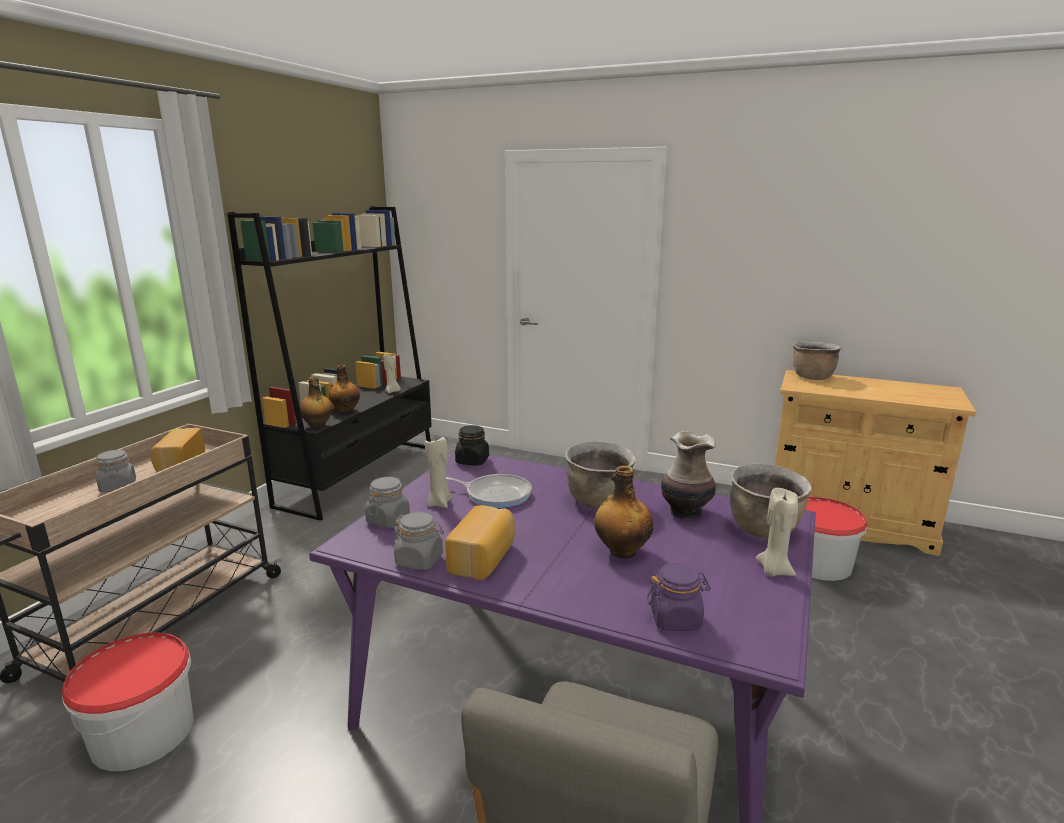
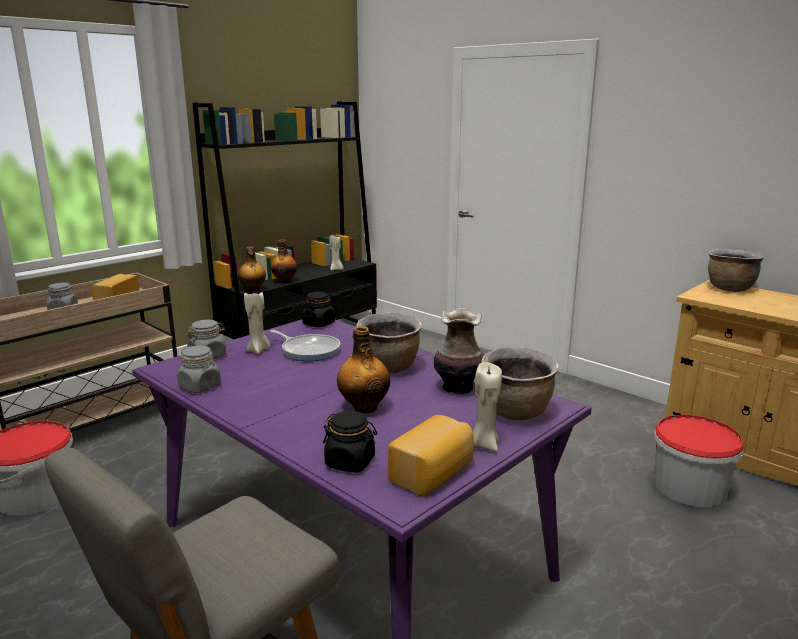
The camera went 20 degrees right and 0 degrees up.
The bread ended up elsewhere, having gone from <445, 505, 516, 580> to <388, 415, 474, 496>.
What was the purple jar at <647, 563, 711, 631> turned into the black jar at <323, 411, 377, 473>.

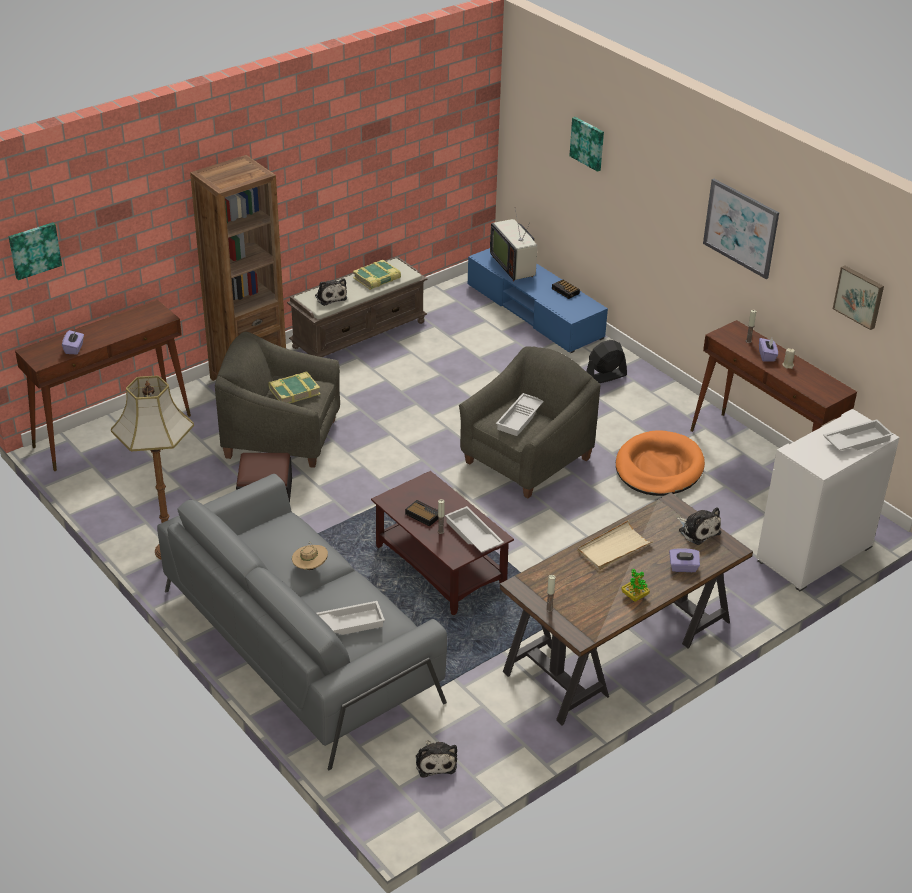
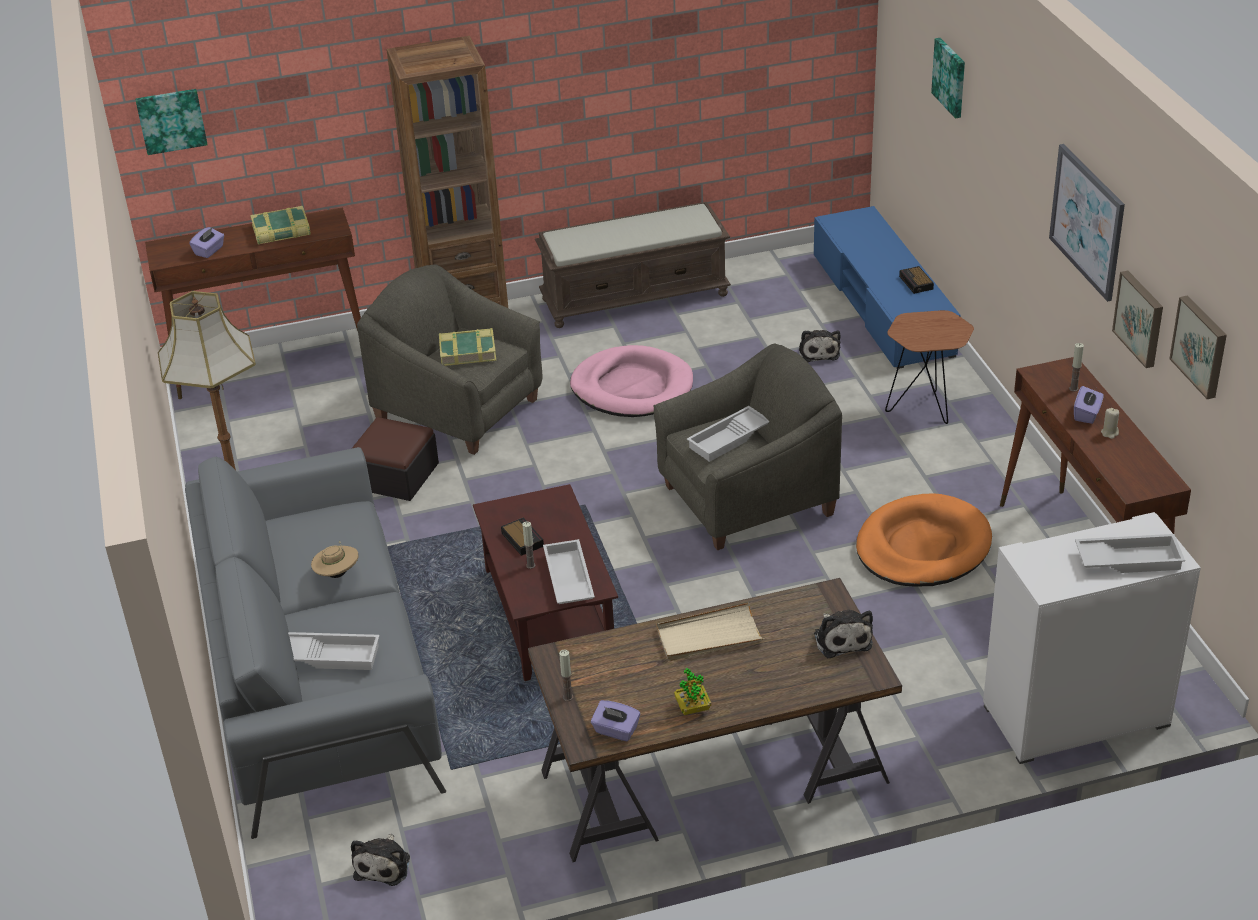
The camera went 25 degrees right and 0 degrees up.
The second view lost the television at <490, 209, 537, 281>.
The book ended up elsewhere, having gone from <353, 260, 401, 290> to <250, 206, 311, 244>.
The plush toy ended up elsewhere, having gone from <315, 278, 347, 306> to <799, 330, 841, 362>.
Where the black fan stood at <586, 340, 627, 384>, the brown side table came to stand at <885, 310, 974, 424>.
The purple tissue box ended up elsewhere, having gone from <669, 548, 700, 572> to <591, 700, 640, 741>.
The second view gained the picture at <1112, 271, 1163, 368>.
The second view gained the pink dog bed at <570, 345, 693, 417>.

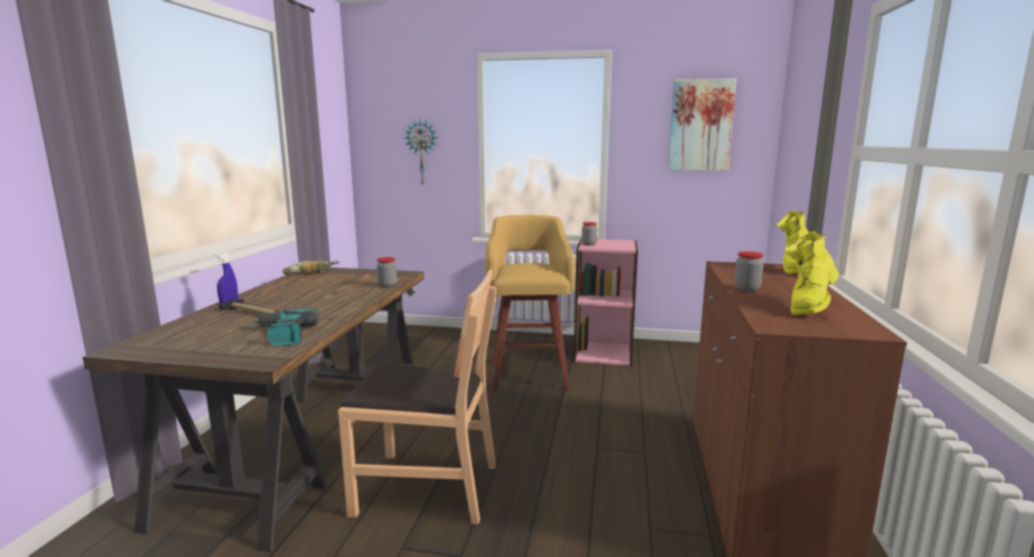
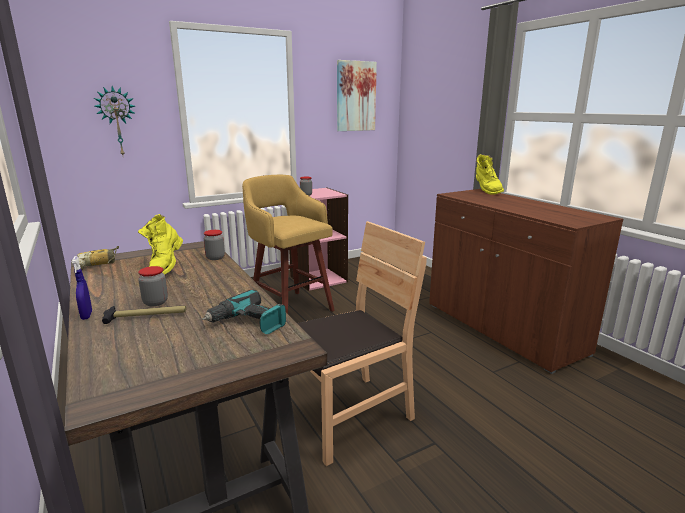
The camera went 40 degrees left and 5 degrees up.
The yellow boot ended up elsewhere, having gone from <785, 231, 839, 315> to <138, 214, 183, 274>.
The jar ended up elsewhere, having gone from <734, 251, 764, 291> to <138, 266, 168, 306>.

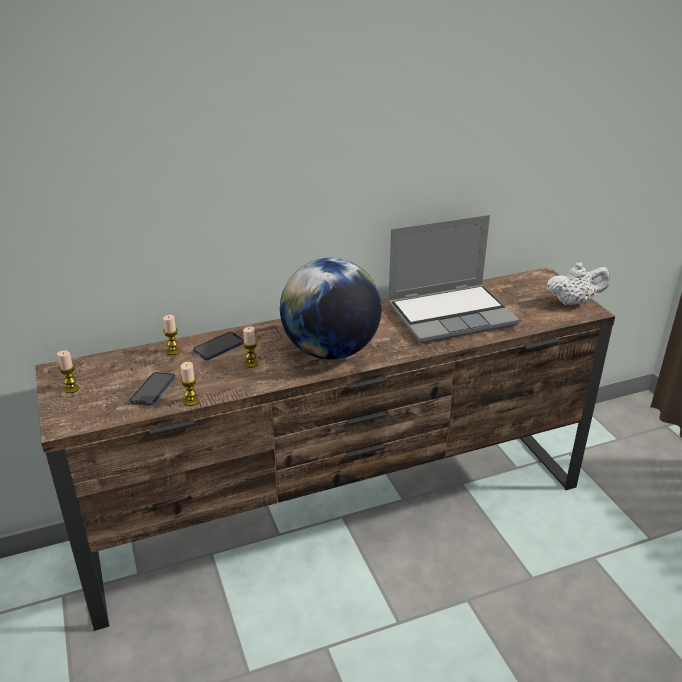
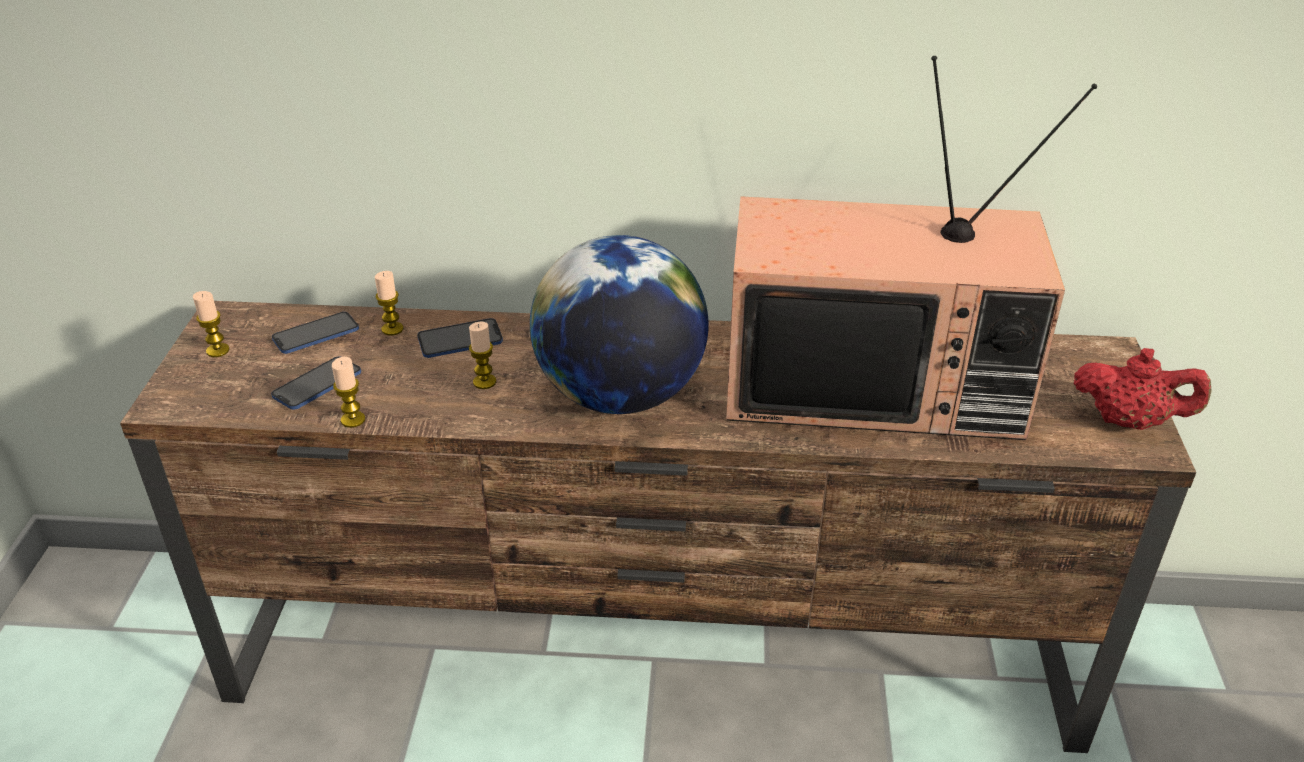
The camera went 25 degrees right and 5 degrees up.
Where the laptop stood at <388, 215, 520, 344>, the television came to stand at <726, 56, 1097, 440>.
What was the white teapot at <546, 262, 610, 306> turned into the red teapot at <1074, 348, 1212, 430>.
The second view gained the phone at <272, 312, 359, 354>.

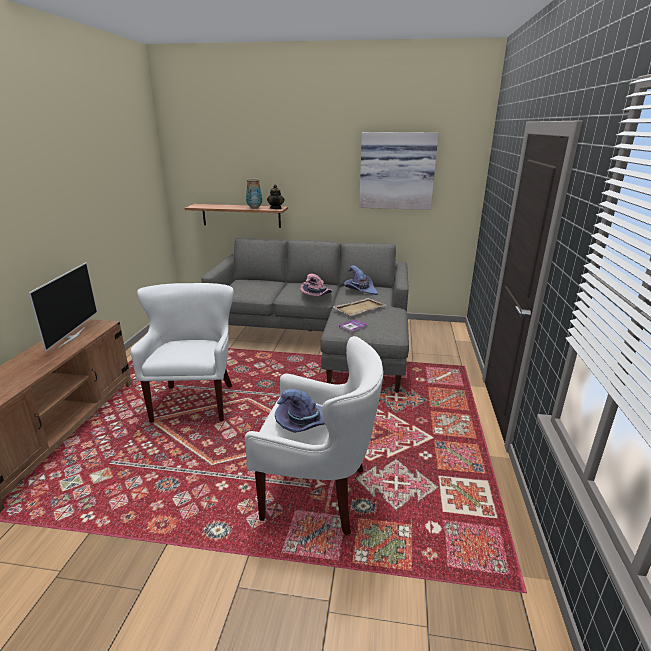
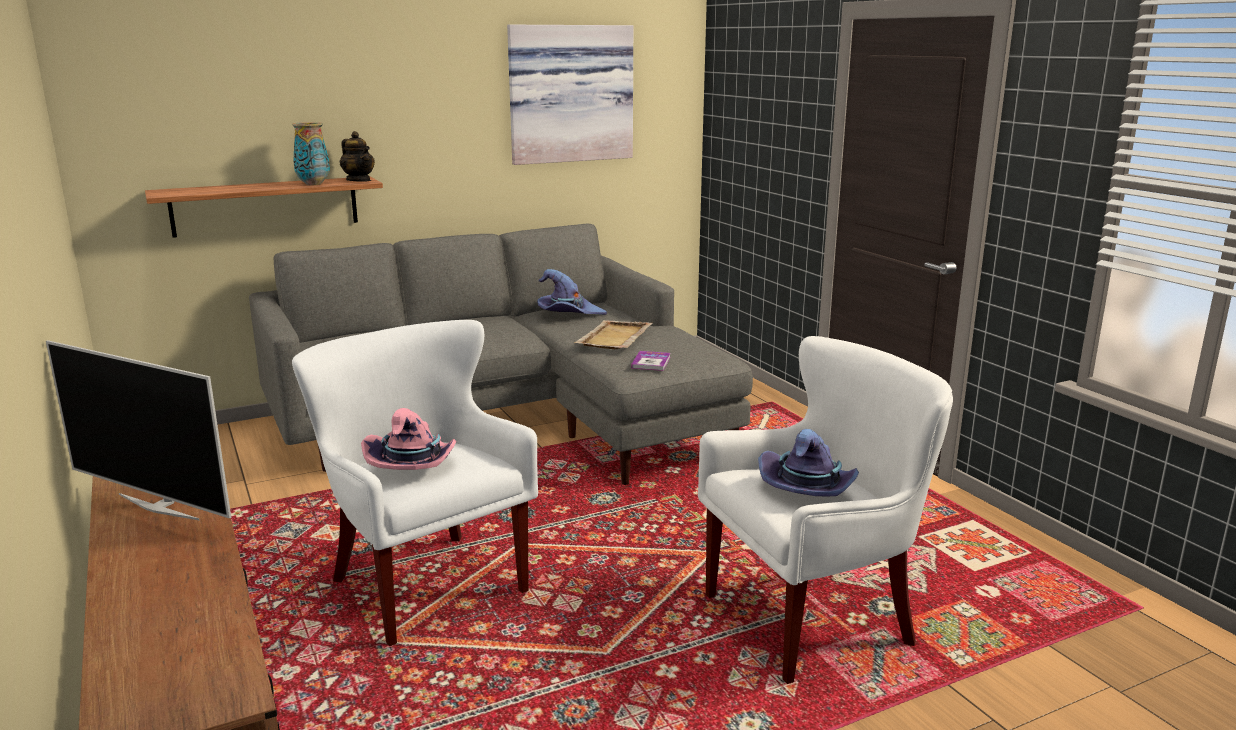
The camera went 35 degrees left and 5 degrees down.
The television at <28, 262, 98, 352> ended up facing another way, 150 degrees clockwise from before.
The pink hat ended up elsewhere, having gone from <300, 274, 332, 296> to <361, 408, 457, 470>.

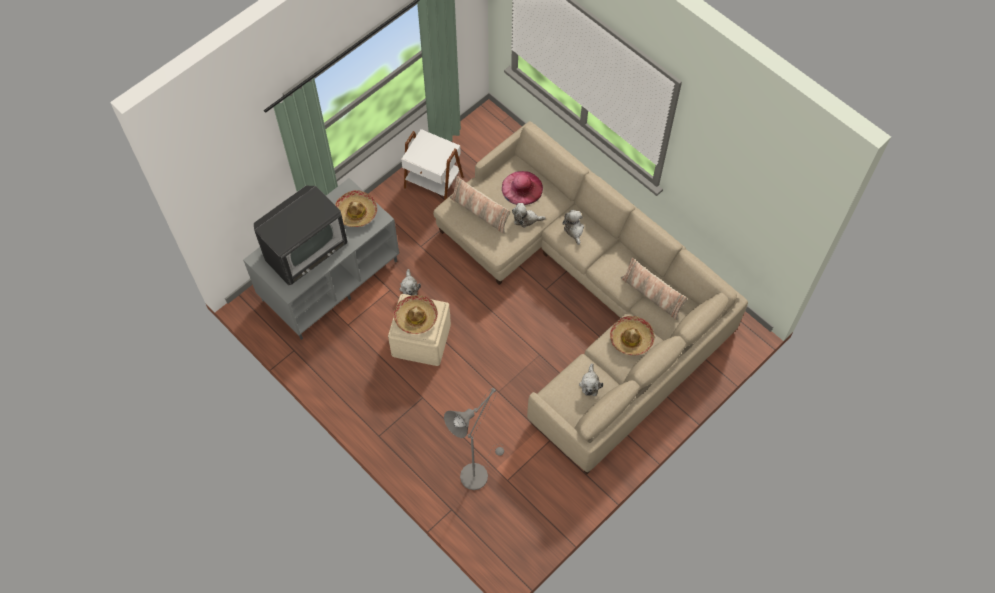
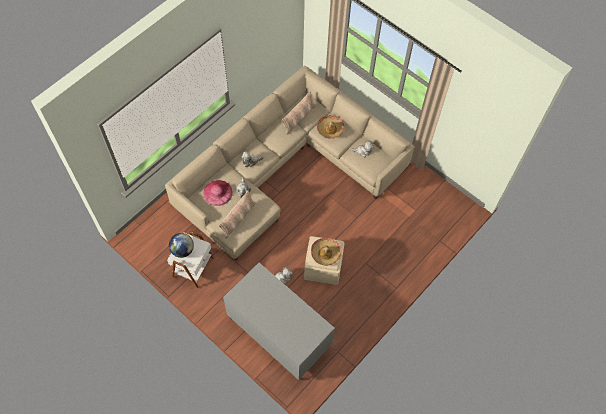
The camera went 95 degrees left and 0 degrees up.
The second view lost the television at <254, 186, 347, 286>.
The second view lost the hat at <335, 190, 377, 227>.
The second view lost the grey floor lamp at <444, 388, 504, 490>.
The second view gained the globe at <169, 233, 194, 258>.

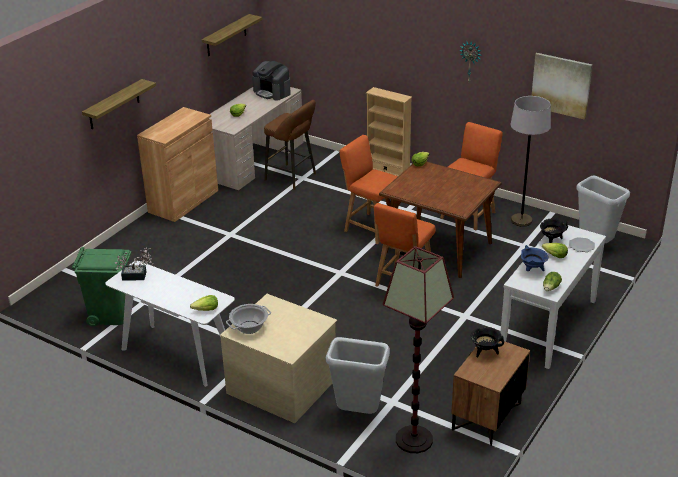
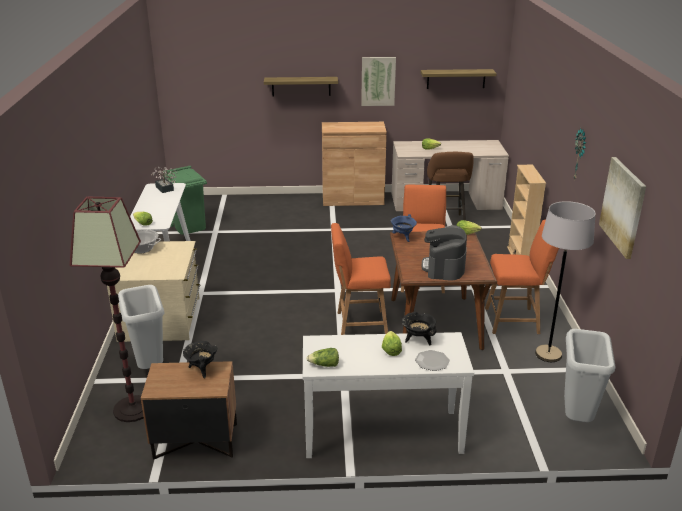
The camera went 55 degrees right and 5 degrees down.
The coffee machine ended up elsewhere, having gone from <252, 61, 291, 101> to <422, 225, 467, 280>.
The blue cooking pot ended up elsewhere, having gone from <521, 245, 549, 271> to <391, 214, 417, 242>.
The second view gained the picture at <361, 57, 396, 106>.

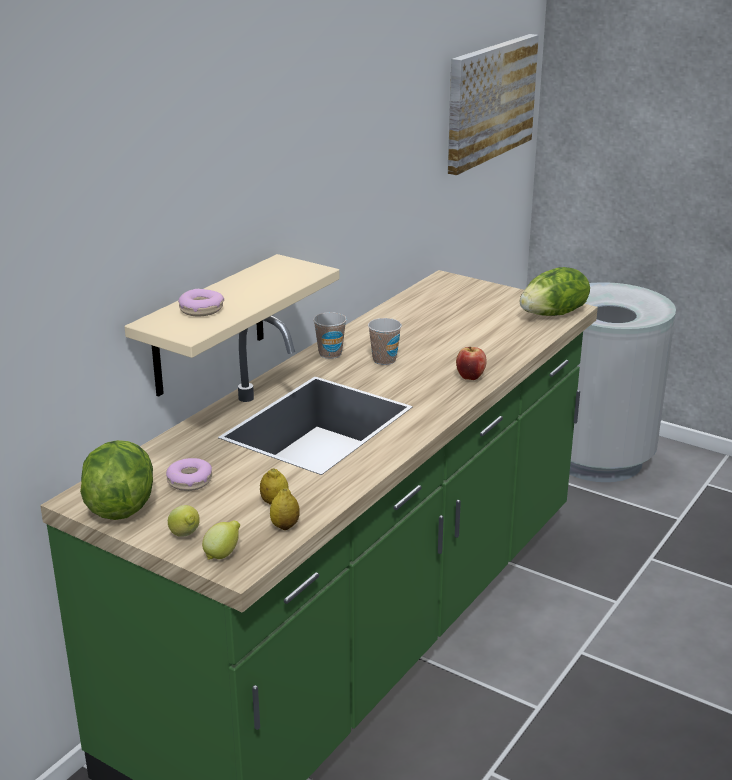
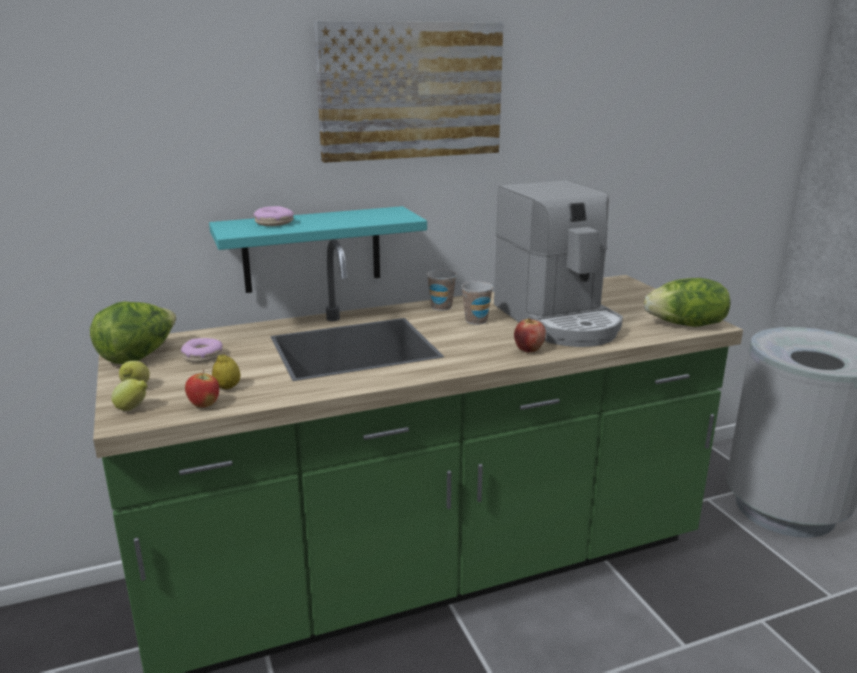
The camera went 35 degrees right and 5 degrees down.
The picture ended up elsewhere, having gone from <447, 34, 539, 175> to <314, 21, 504, 163>.
What was the beige shelf at <124, 254, 339, 397> turned into the turquoise shelf at <209, 206, 427, 293>.
Where the lemon stood at <270, 488, 300, 530>, the apple came to stand at <185, 370, 219, 408>.
The second view gained the coffee machine at <494, 180, 623, 347>.

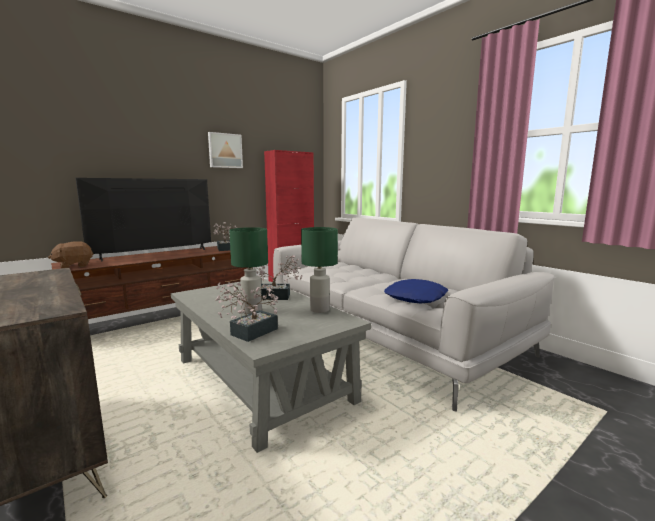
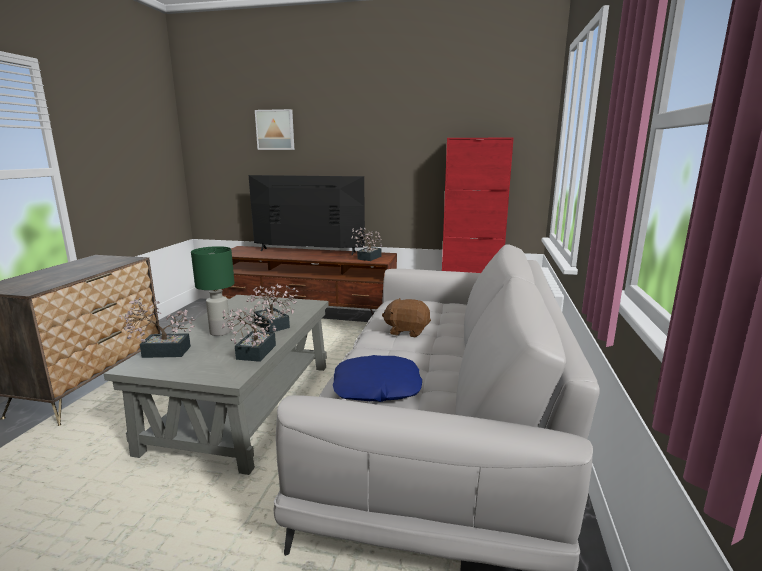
The camera went 50 degrees right and 5 degrees up.
The picture ended up elsewhere, having gone from <208, 132, 243, 168> to <255, 109, 294, 150>.
Where the green table lamp stood at <301, 227, 338, 313>, the potted plant came to stand at <222, 305, 276, 362>.
The brown plush toy ended up elsewhere, having gone from <48, 241, 94, 268> to <382, 298, 431, 337>.

